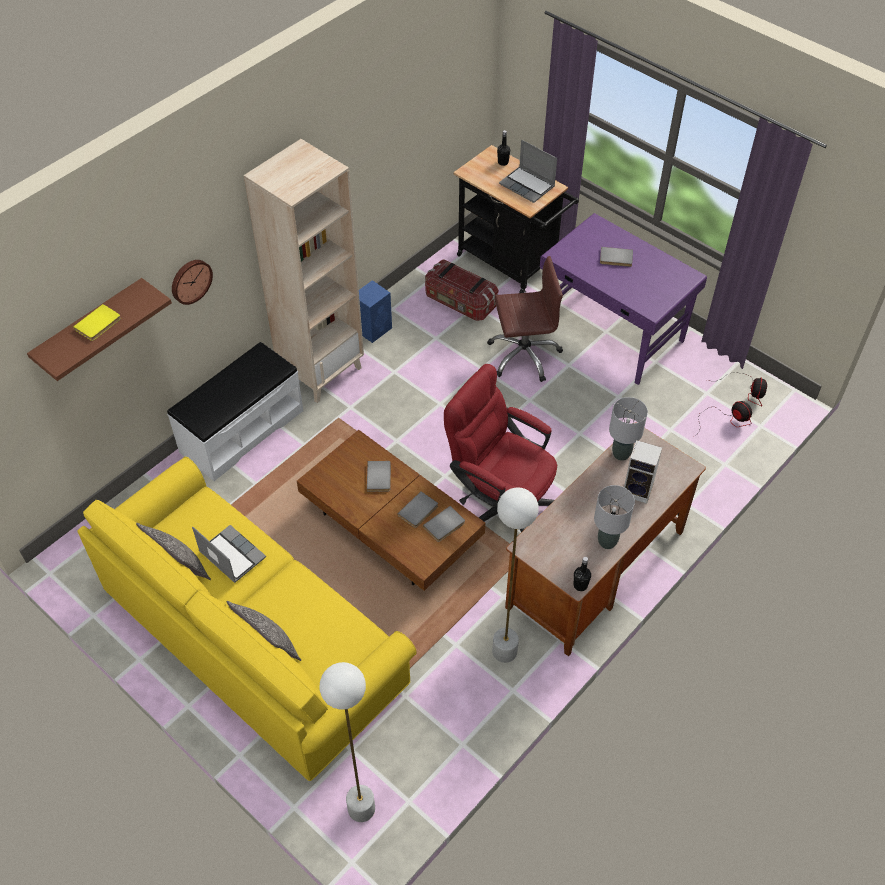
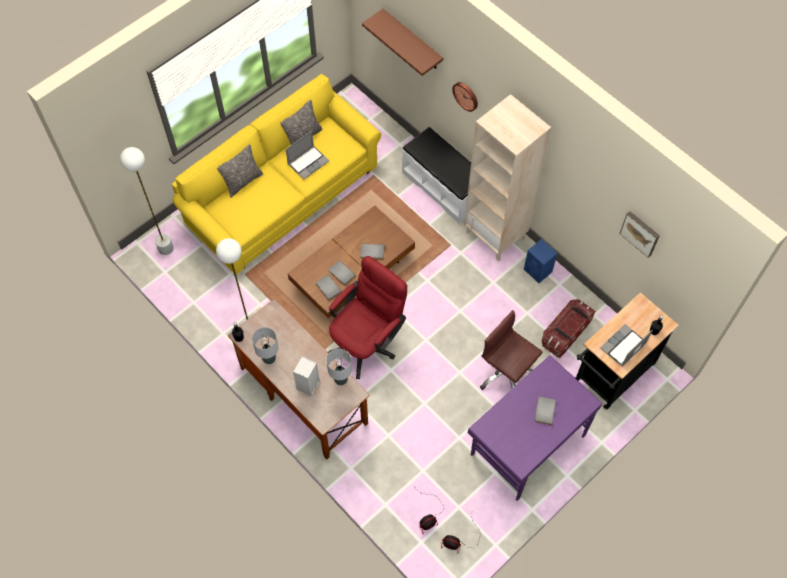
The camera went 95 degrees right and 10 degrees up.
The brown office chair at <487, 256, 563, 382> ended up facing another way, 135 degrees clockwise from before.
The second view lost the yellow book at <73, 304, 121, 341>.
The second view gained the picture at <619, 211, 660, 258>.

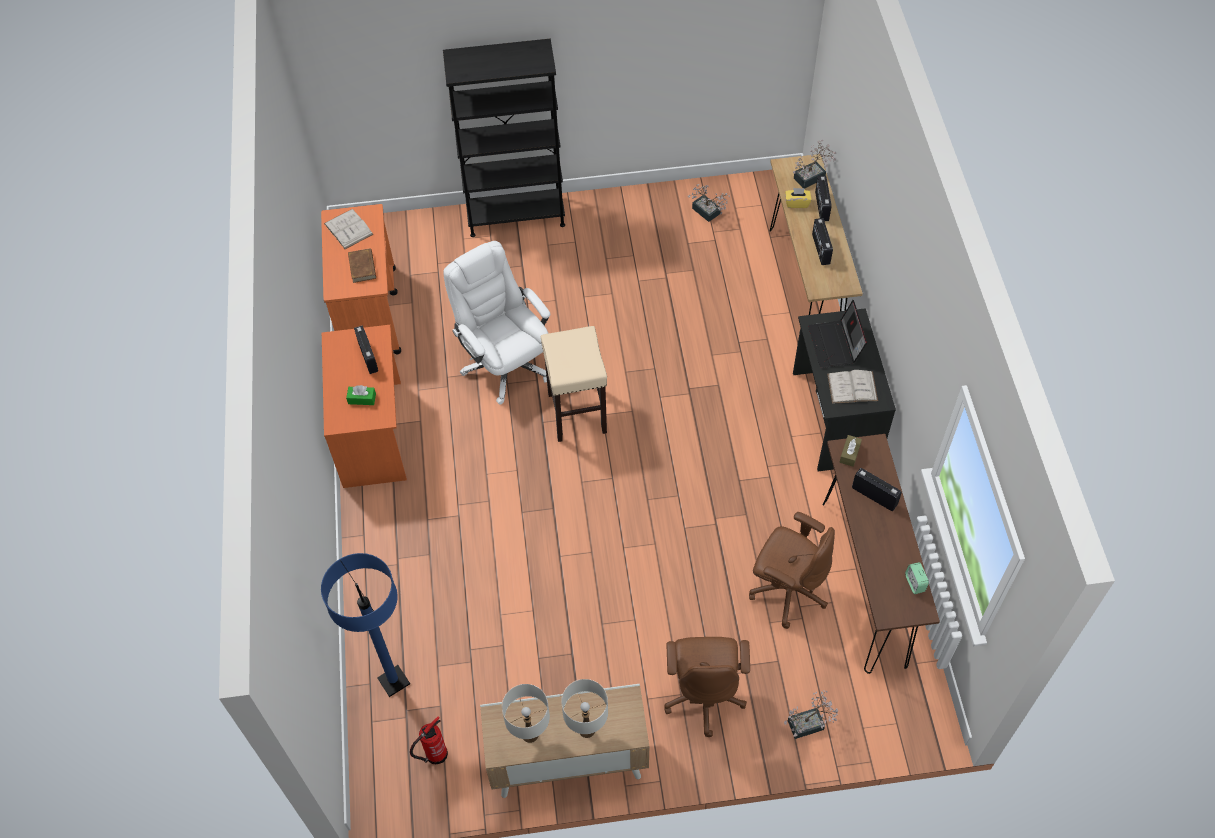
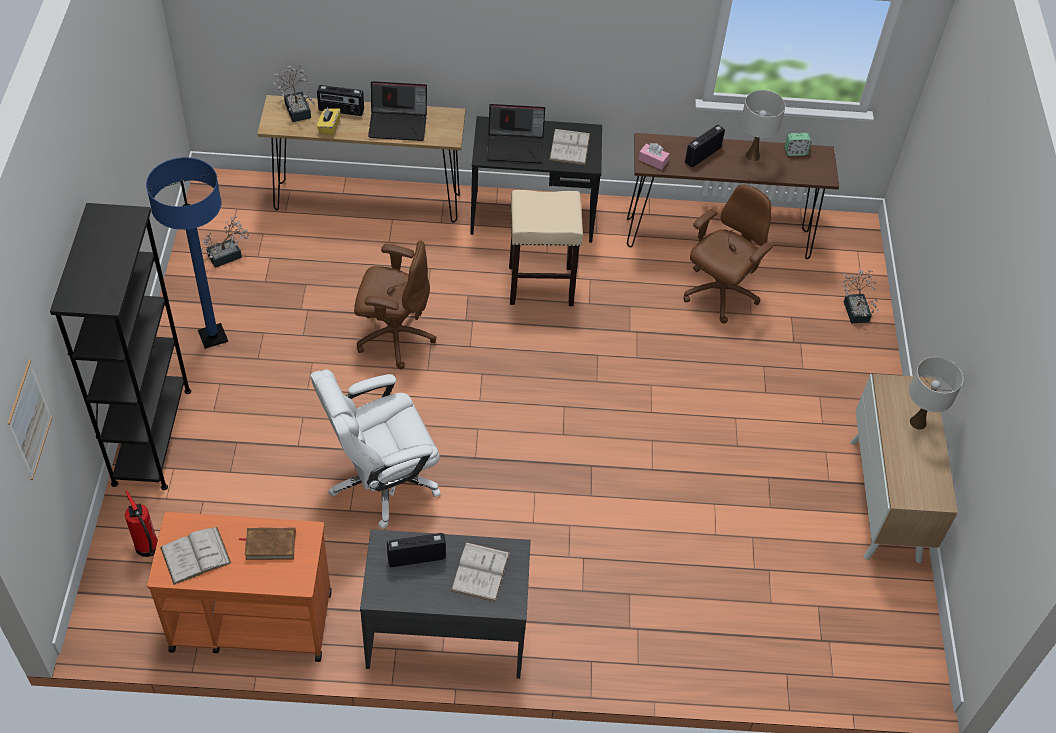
The camera went 85 degrees left and 5 degrees down.
Where the radio stood at <812, 218, 833, 265>, the laptop came to stand at <368, 81, 427, 141>.
What was the orange desk at <322, 325, 407, 488> turned into the grey desk at <360, 529, 531, 679>.
The beige stool ended up elsewhere, having gone from <541, 326, 607, 442> to <509, 190, 583, 306>.
Where the green tissue box stood at <346, 385, 376, 405>, the white book came to stand at <451, 542, 510, 602>.
What was the brown tissue box at <840, 435, 862, 467> turned into the pink tissue box at <638, 143, 669, 170>.
The blue floor lamp ended up elsewhere, having gone from <321, 553, 410, 697> to <146, 157, 228, 349>.
The brown office chair ended up elsewhere, having gone from <664, 637, 750, 737> to <354, 240, 436, 369>.
The white table lamp ended up elsewhere, having gone from <502, 684, 550, 743> to <741, 90, 786, 161>.
The fire extinguisher ended up elsewhere, having gone from <410, 716, 448, 764> to <125, 491, 158, 557>.
The second view gained the picture at <7, 359, 53, 480>.

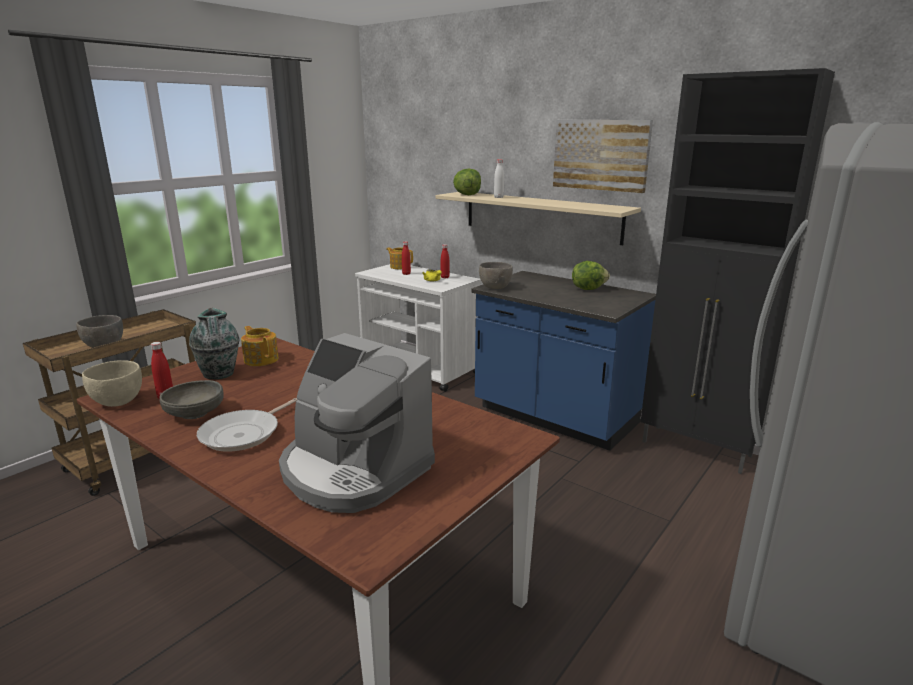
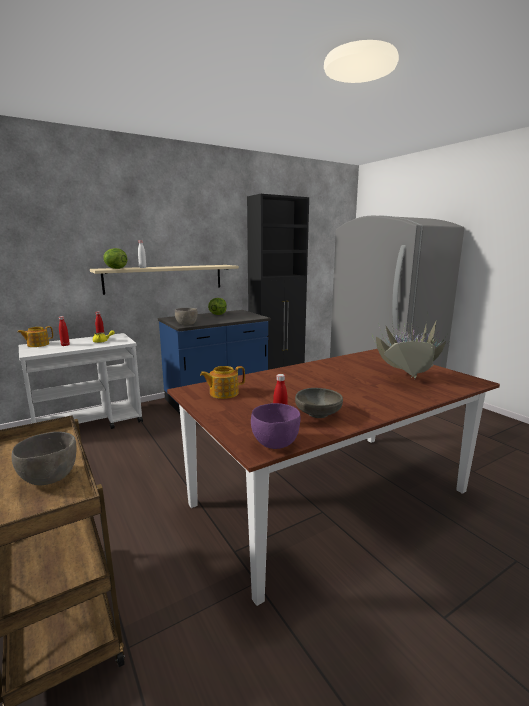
The camera went 70 degrees left and 5 degrees down.
The second view lost the picture at <553, 120, 653, 193>.
The second view lost the vase at <189, 308, 239, 379>.
Where the coffee machine stood at <279, 333, 435, 513>, the potted plant came to stand at <372, 313, 451, 379>.
What was the beige bowl at <82, 360, 142, 407> turned into the purple bowl at <251, 403, 301, 449>.
The second view lost the frying pan at <197, 398, 298, 452>.

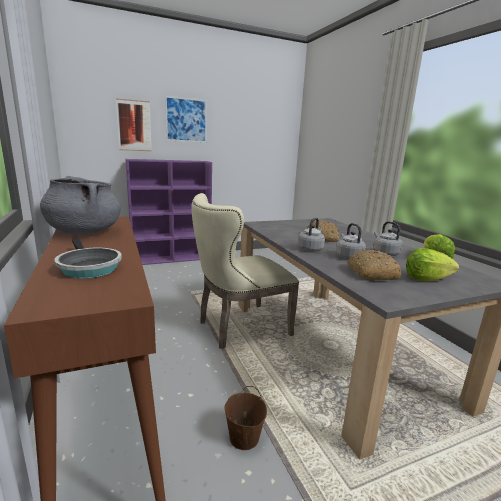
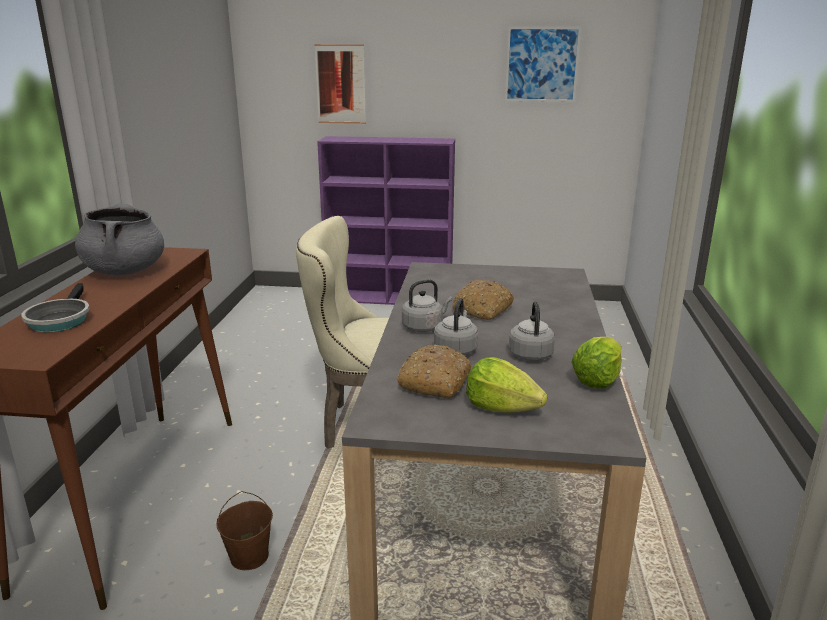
The camera went 30 degrees right and 5 degrees up.
The picture ended up elsewhere, having gone from <165, 96, 207, 143> to <505, 27, 581, 102>.

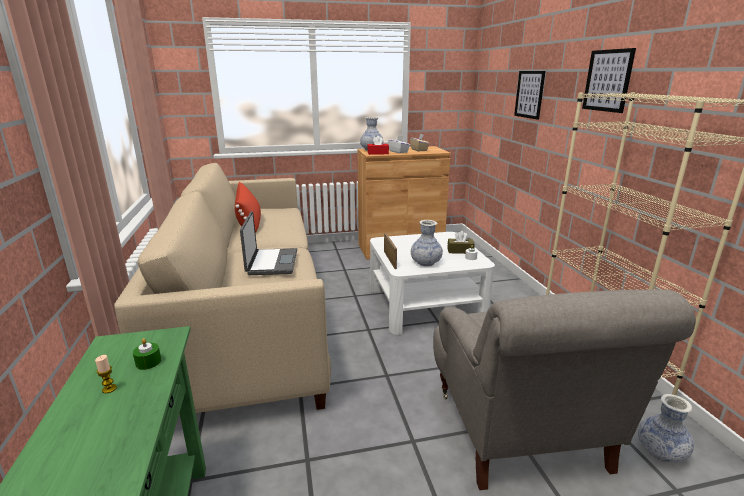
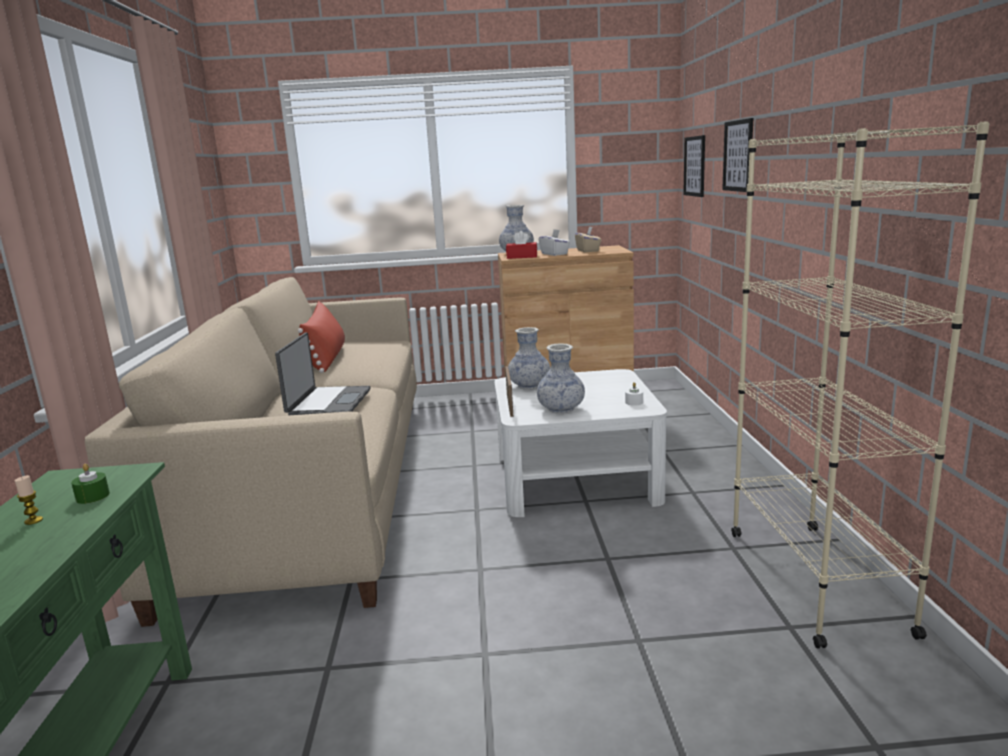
The camera went 10 degrees right and 5 degrees down.
The picture ended up elsewhere, having gone from <582, 48, 636, 113> to <683, 135, 705, 197>.
The second view lost the brown tissue box at <447, 231, 475, 254>.
The second view lost the grey armchair at <433, 290, 696, 490>.
The vase ended up elsewhere, having gone from <638, 394, 694, 462> to <508, 327, 550, 390>.

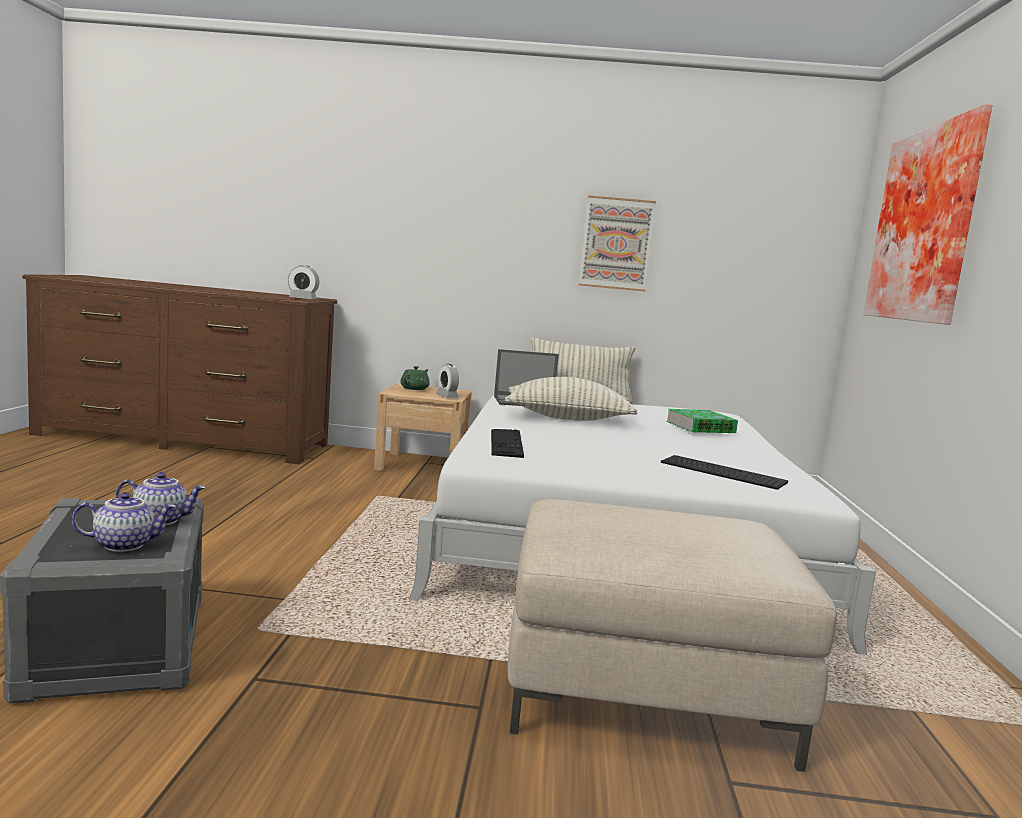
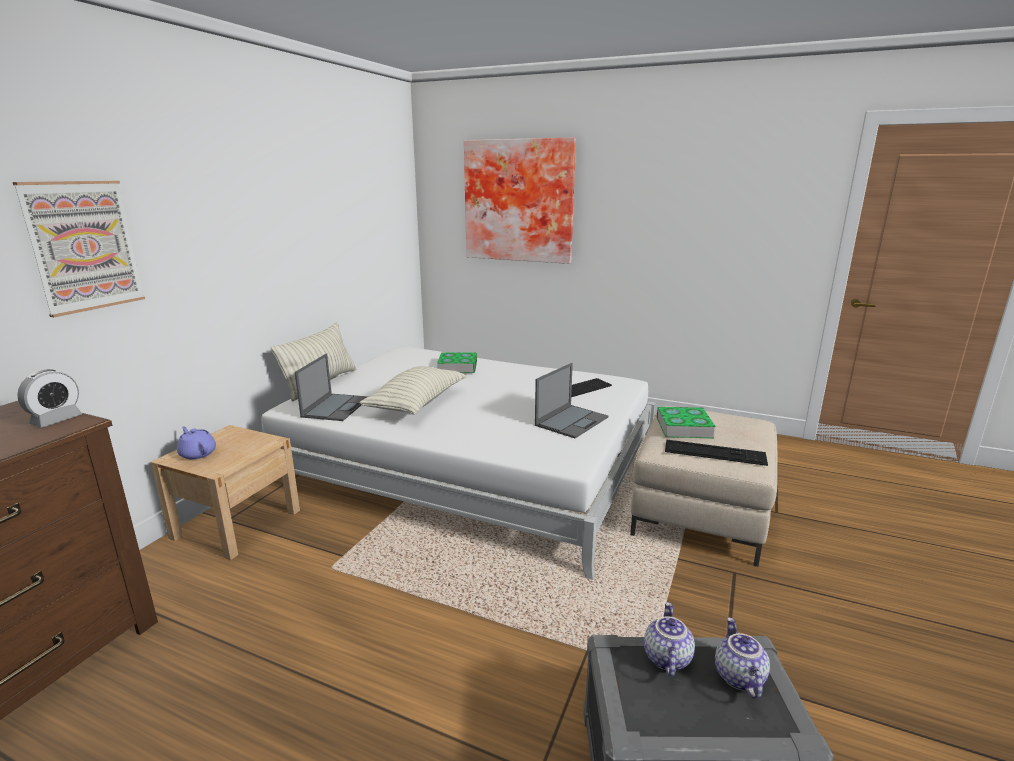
The camera went 70 degrees left and 10 degrees up.
The picture ended up elsewhere, having gone from <579, 195, 656, 291> to <13, 181, 145, 317>.
The second view lost the alarm clock at <436, 364, 459, 398>.
What was the green teapot at <401, 366, 430, 390> turned into the purple teapot at <177, 426, 216, 459>.
The keyboard ended up elsewhere, having gone from <491, 429, 524, 458> to <665, 439, 768, 466>.
The second view gained the laptop at <535, 363, 609, 438>.
The second view gained the book at <657, 407, 716, 439>.

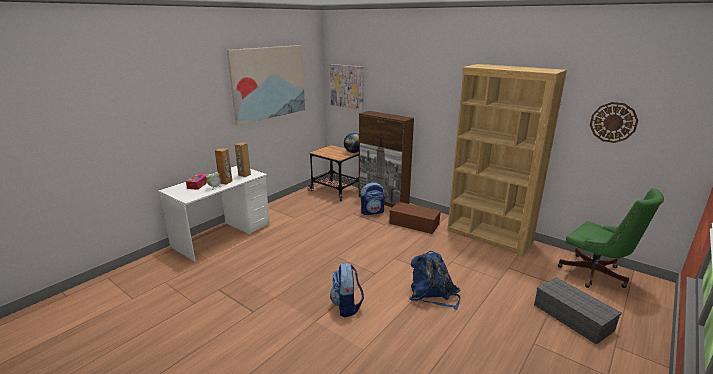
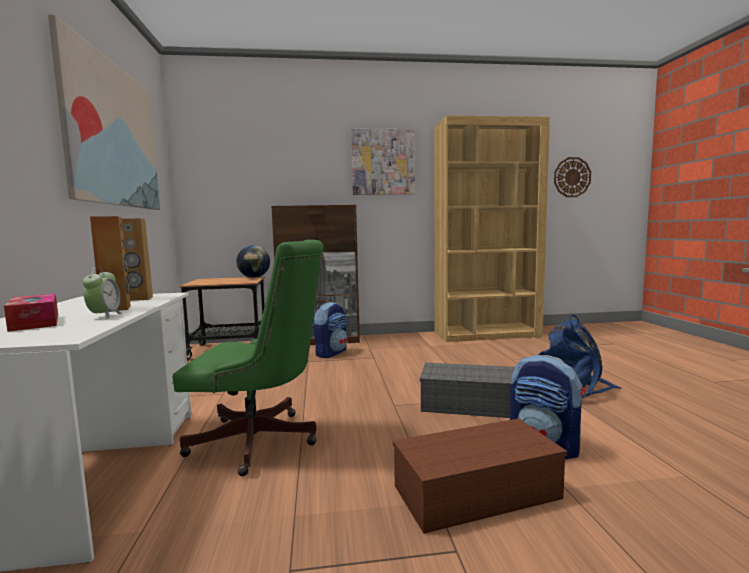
The camera went 45 degrees left and 15 degrees down.
The picture ended up elsewhere, having gone from <330, 64, 364, 110> to <351, 129, 415, 195>.
The green office chair ended up elsewhere, having gone from <558, 188, 664, 288> to <173, 240, 324, 476>.
The brown storage box ended up elsewhere, having gone from <389, 202, 441, 234> to <393, 418, 567, 534>.
The grey storage box ended up elsewhere, having gone from <534, 277, 621, 344> to <420, 363, 515, 418>.

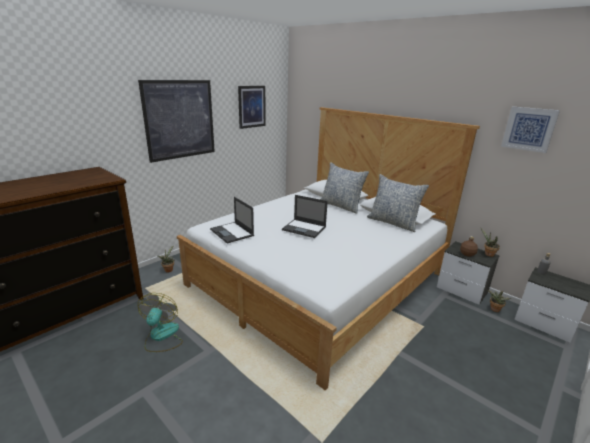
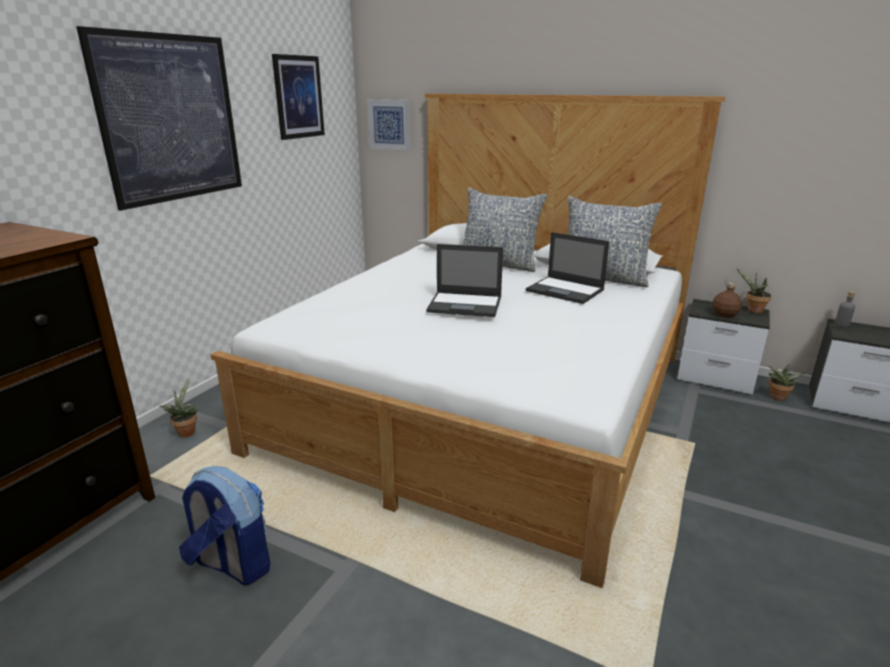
The camera went 15 degrees left and 0 degrees up.
The picture ended up elsewhere, having gone from <501, 106, 560, 153> to <367, 99, 411, 151>.
The laptop ended up elsewhere, having gone from <210, 197, 254, 244> to <526, 232, 609, 304>.
Where the fan stood at <138, 293, 183, 352>, the backpack came to stand at <179, 466, 270, 585>.

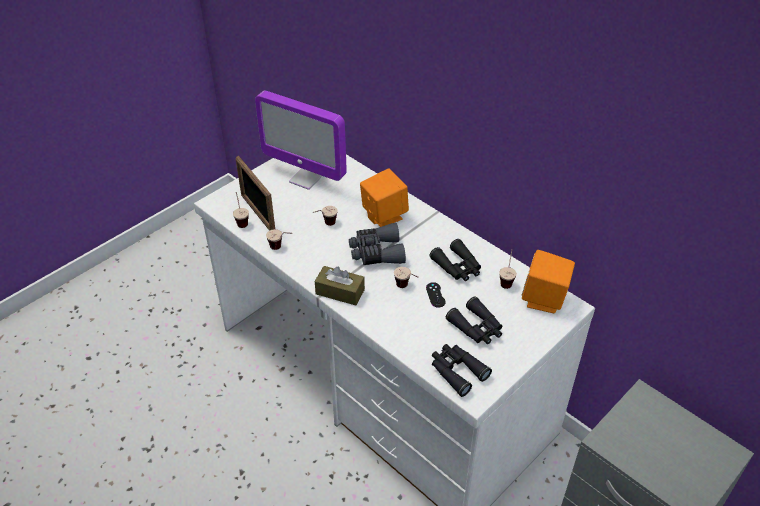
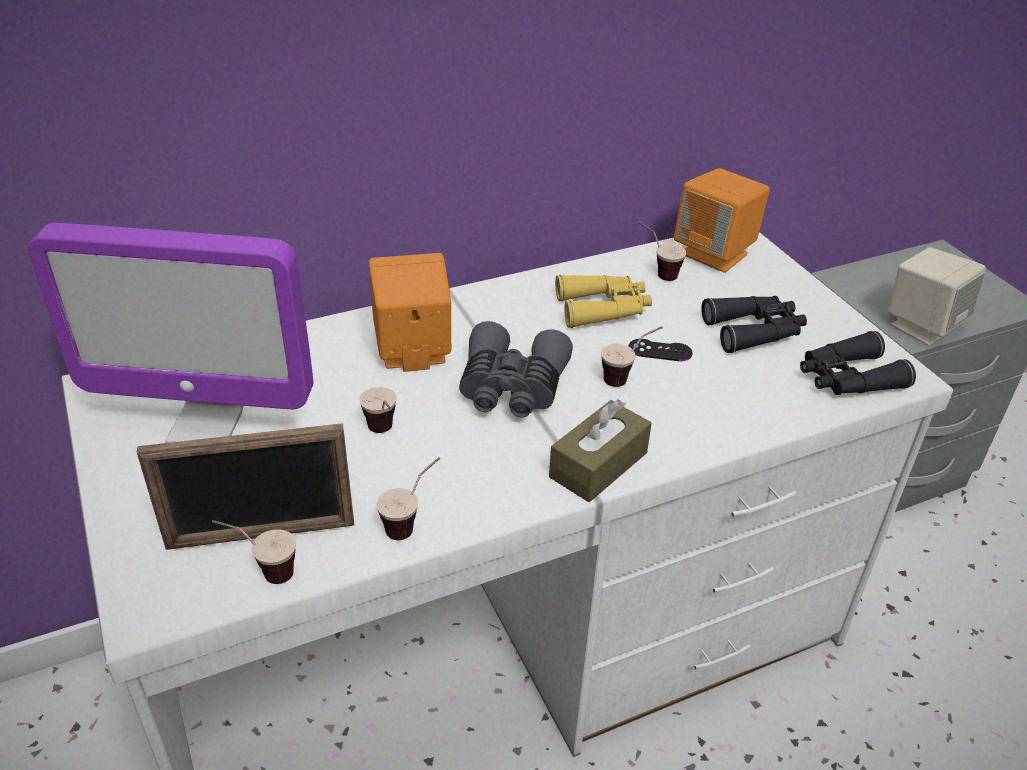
The camera went 70 degrees left and 5 degrees down.
The monitor at <255, 91, 347, 190> ended up facing another way, 45 degrees clockwise from before.
What was the black binoculars at <429, 239, 481, 281> turned into the yellow binoculars at <555, 275, 652, 328>.
The second view gained the beige speaker at <889, 247, 986, 346>.

